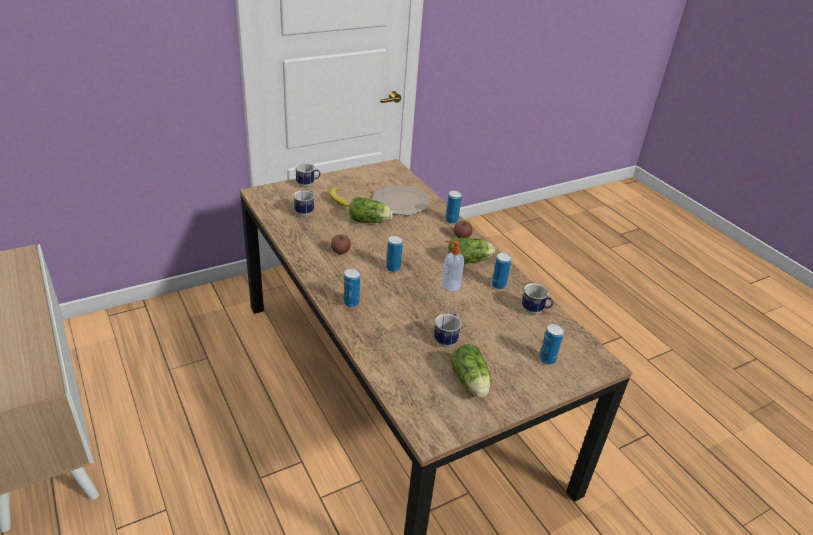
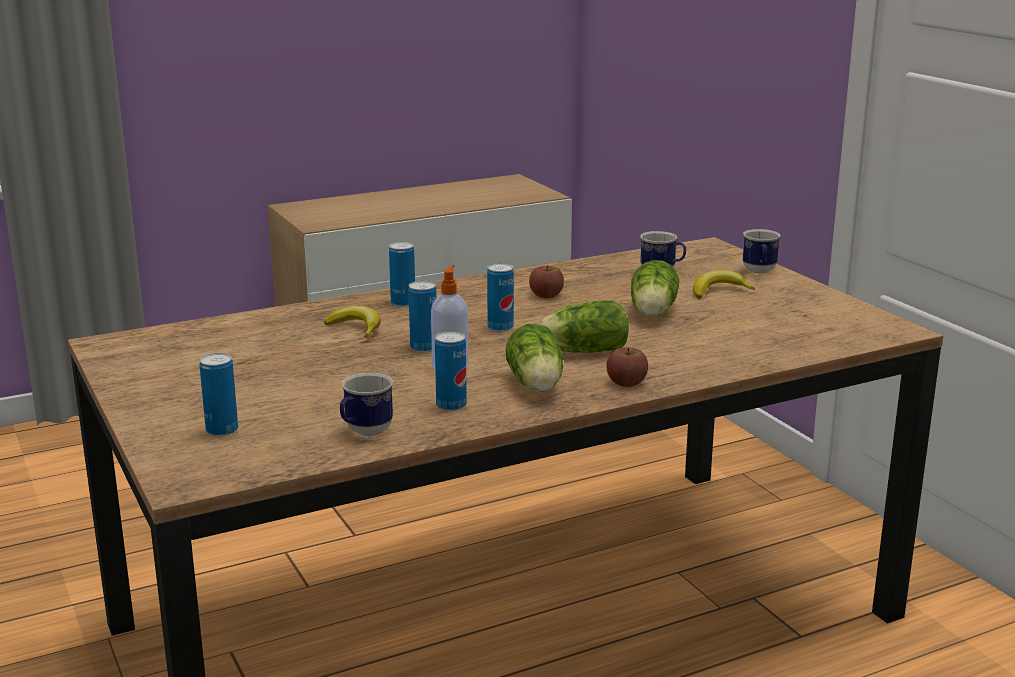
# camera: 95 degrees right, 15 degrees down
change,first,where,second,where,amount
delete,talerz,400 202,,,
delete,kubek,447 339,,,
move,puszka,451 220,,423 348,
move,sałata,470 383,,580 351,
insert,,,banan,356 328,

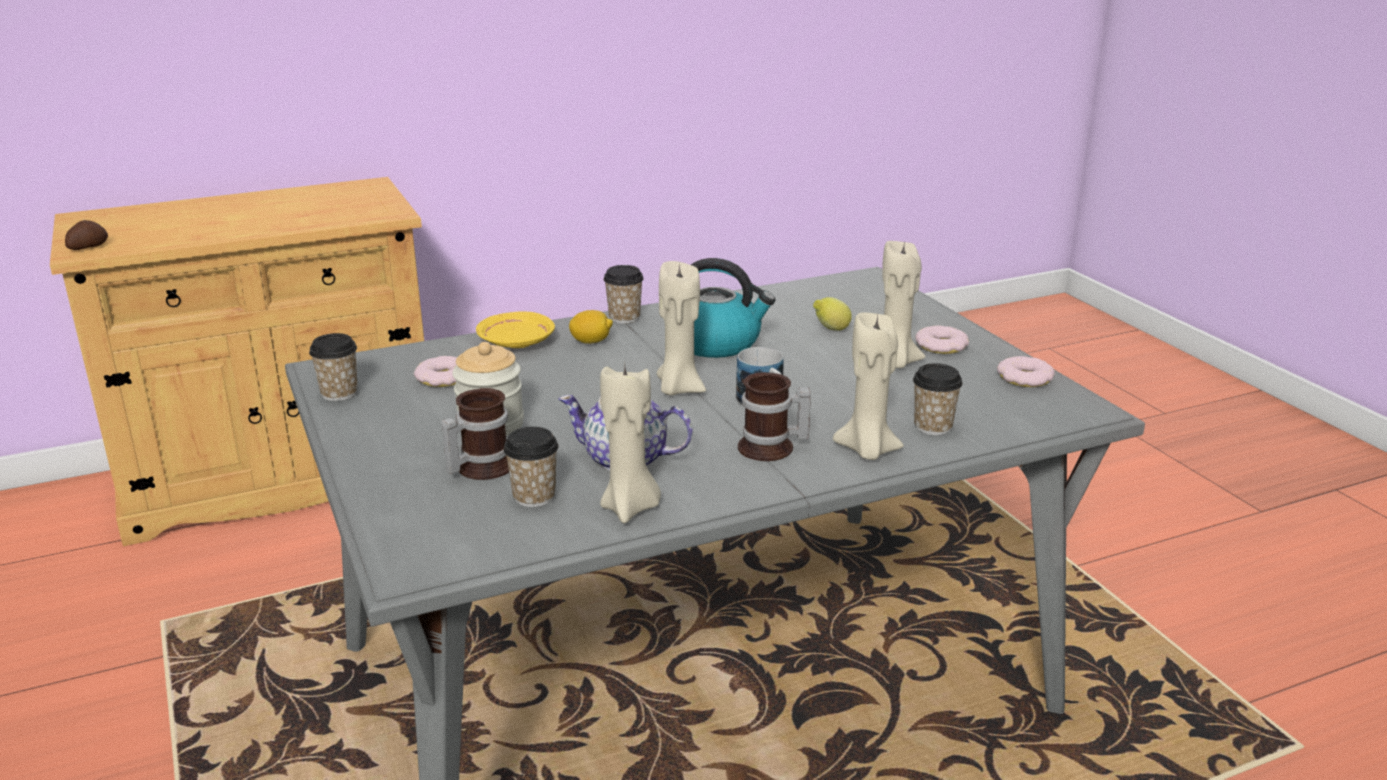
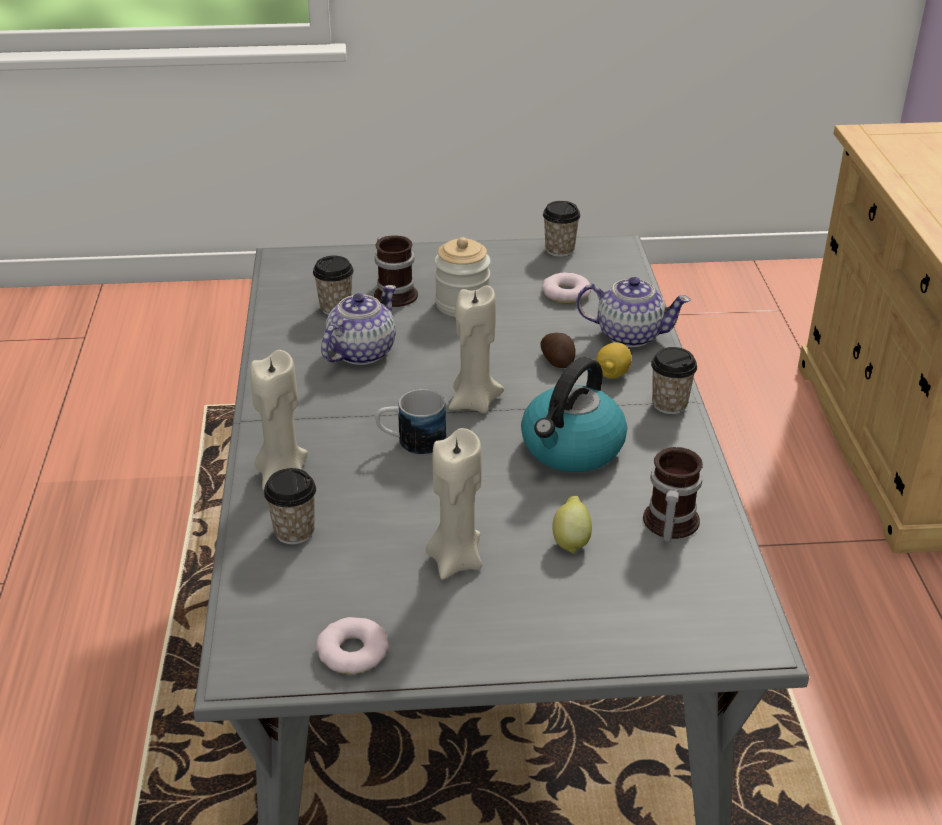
# camera: 110 degrees right, 10 degrees up
change,first,where,second,where,amount
move,ziemniak,87 247,,558 360,
replace,talerz (żółty),516 342,imbryk,629 334,
delete,świeca (beżowy),631 508,,,
move,kubek,771 449,,667 524,
delete,donut,941 345,,,

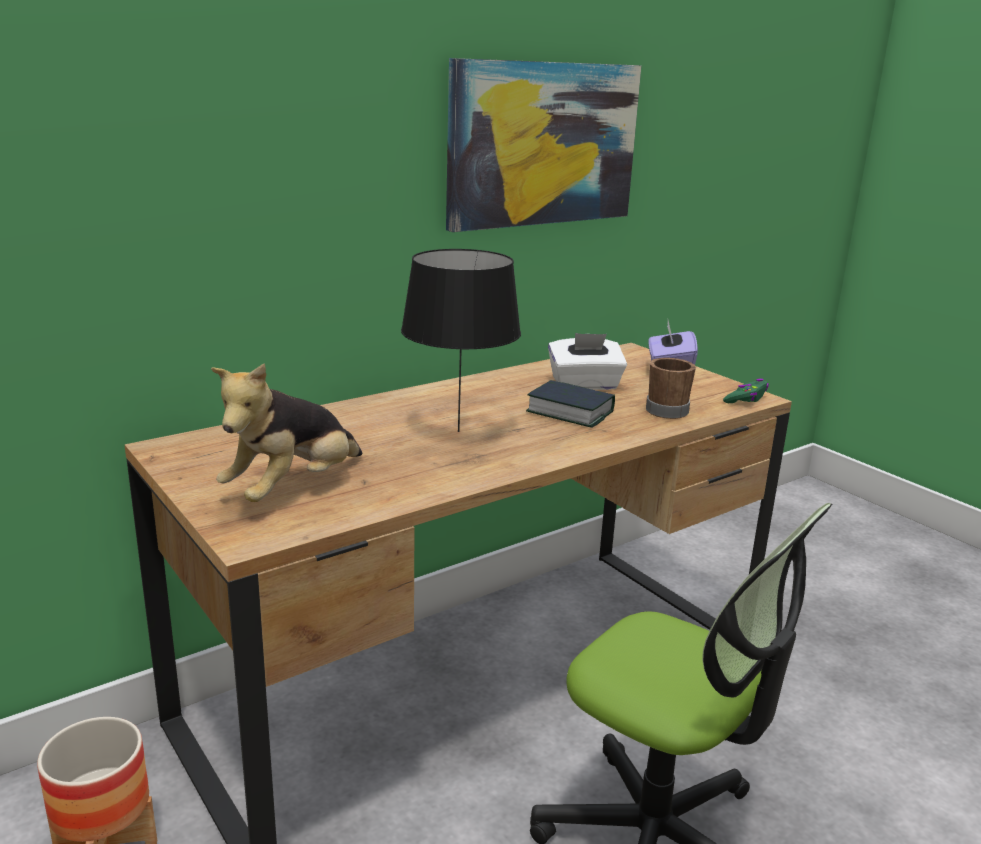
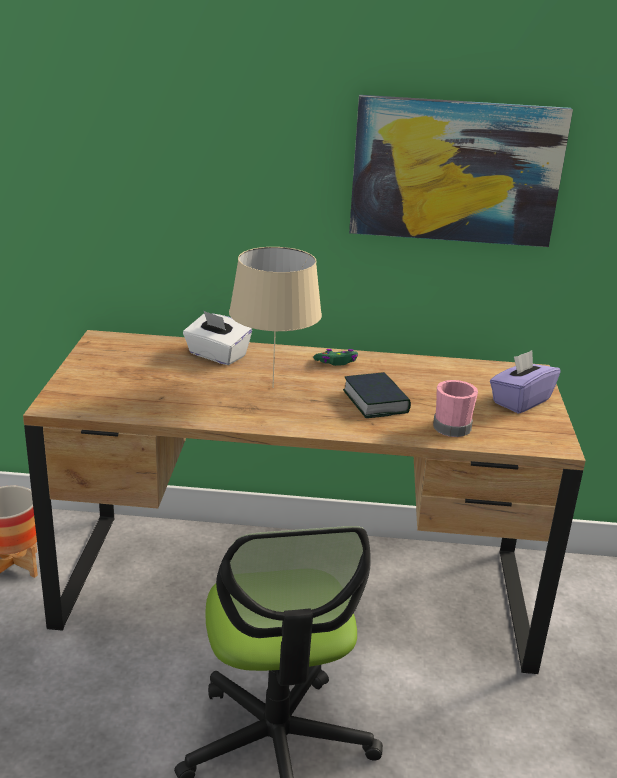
# camera: 40 degrees right, 5 degrees up
change,first,where,second,where,amount
delete,pluszak,293 489,,,
recolor,lampa stołowa (czarny),457 431,lampa stołowa (beżowy),273 387,
move,pudełko chusteczek (biały),585 385,,217 355,
recolor,kubek (brązowy),665 409,kubek (różowy),454 426,
move,pad do gier (zielony),746 399,,337 362,

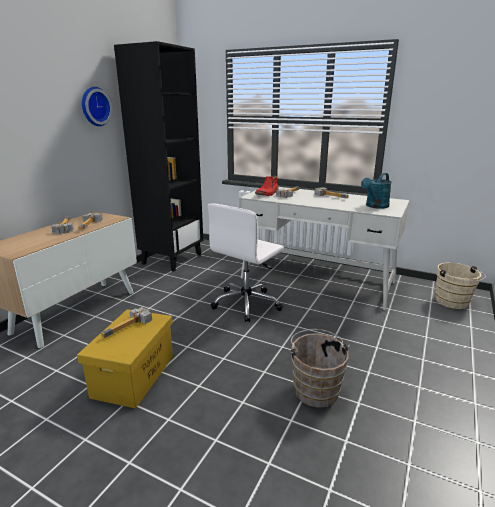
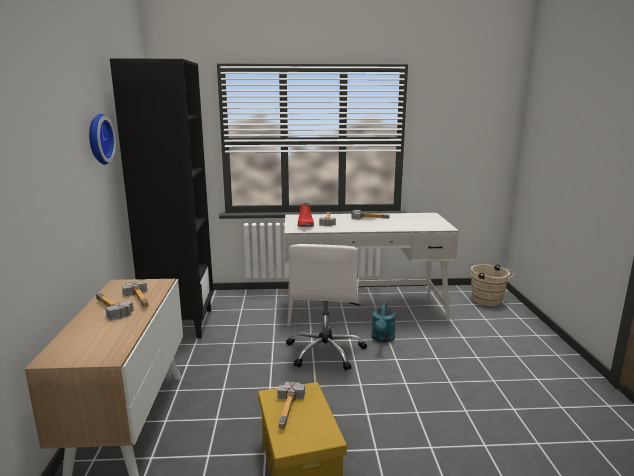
# camera: 30 degrees left, 5 degrees down
change,first,where,second,where,amount
delete,wiadro (brązowy),315 388,,,
move,konewka (turkusowy),375 206,,382 339,

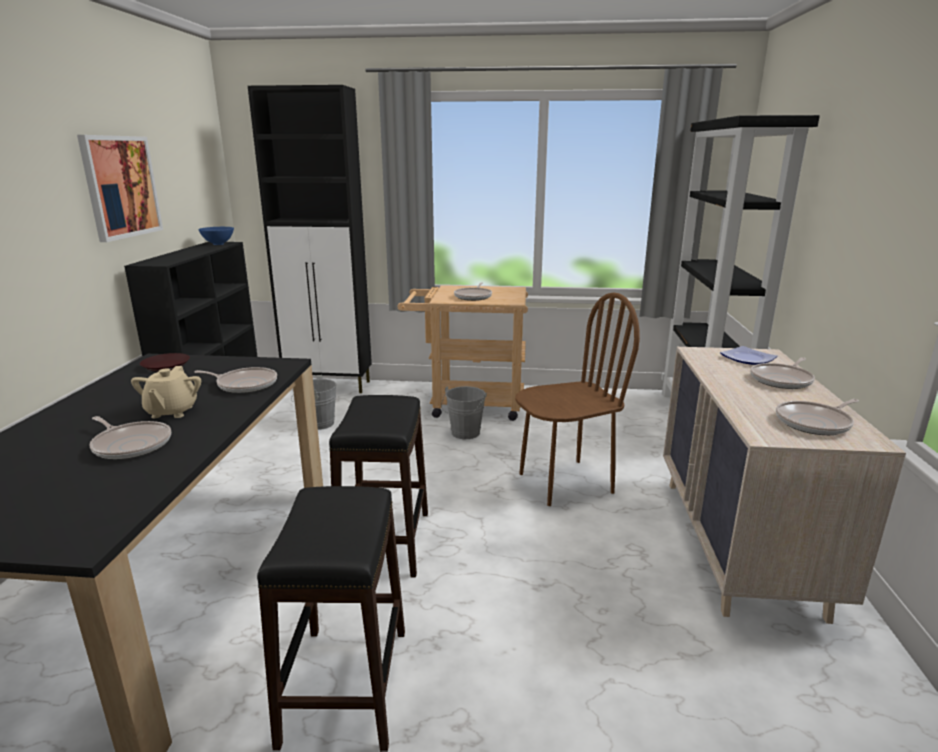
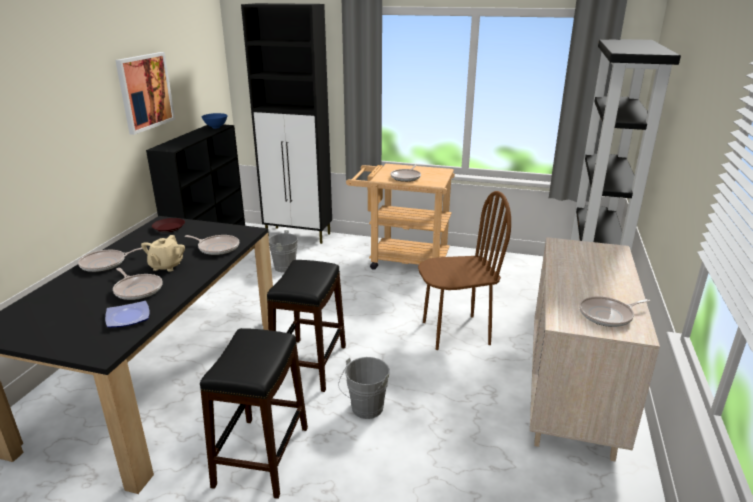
# camera: 10 degrees right, 5 degrees up
change,first,where,second,where,amount
move,wiadro (szary),464 434,,365 410,
move,talerz,746 359,,127 317,
move,patelnia,782 380,,106 263,

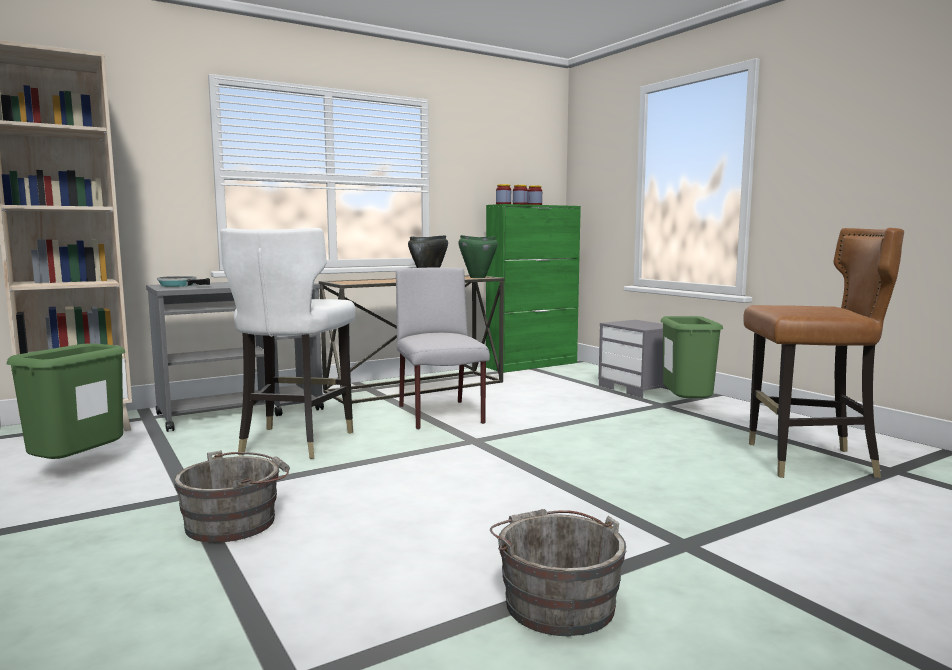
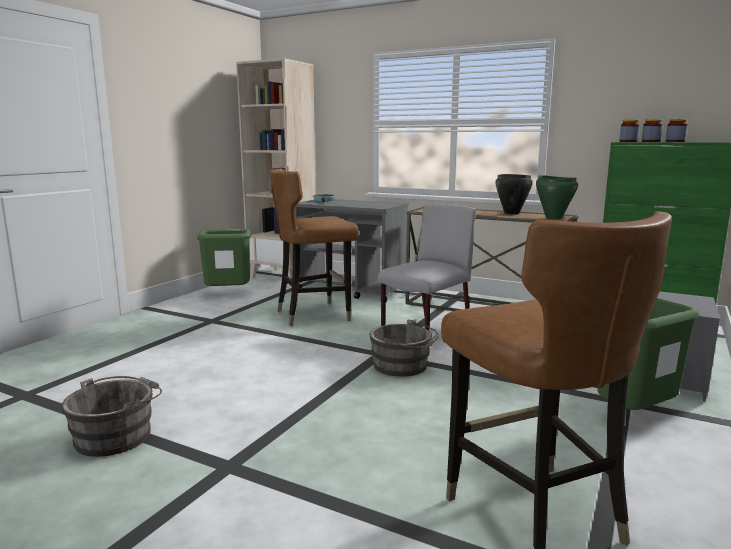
# camera: 60 degrees right, 5 degrees up
change,first,where,second,where,amount
move,wiadro (szary),236 522,,403 366,
recolor,krzesło (biały),294 442,krzesło (brązowy),314 314,

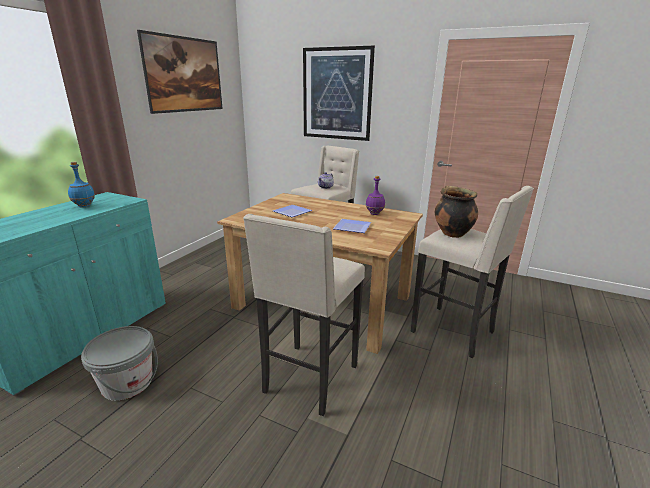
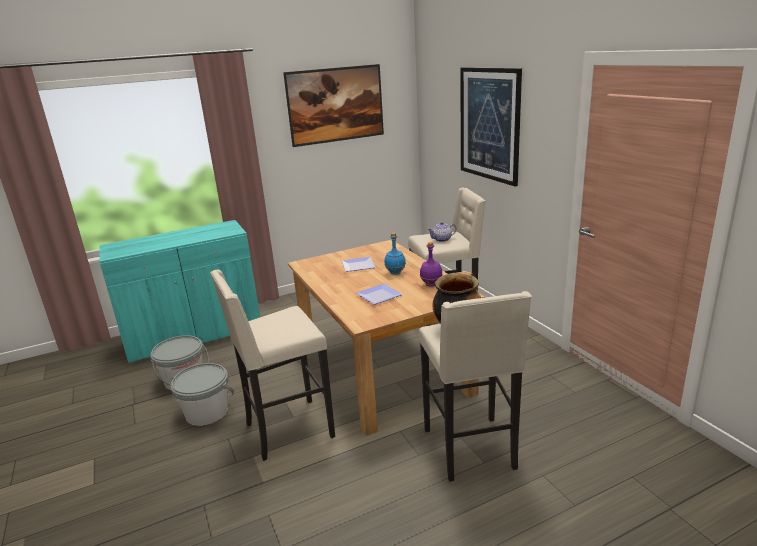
# camera: 40 degrees right, 0 degrees up
change,first,where,second,where,amount
move,butelka (niebieski),85 206,,395 273,
insert,,,wiadro (szary),207 412,

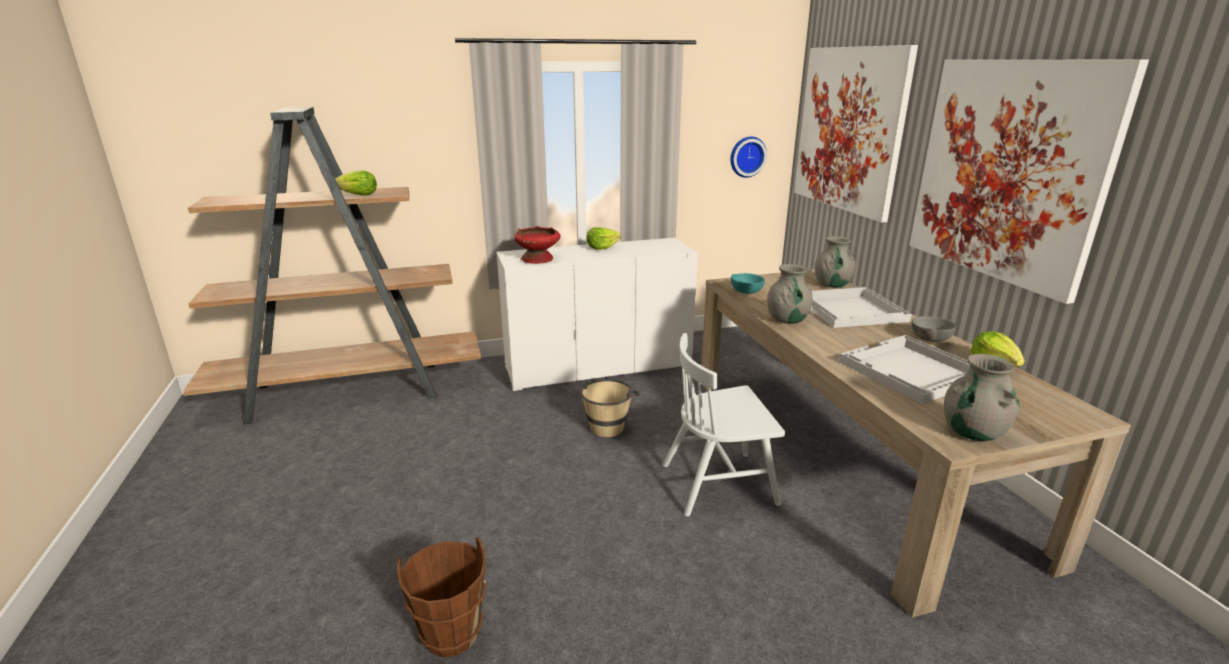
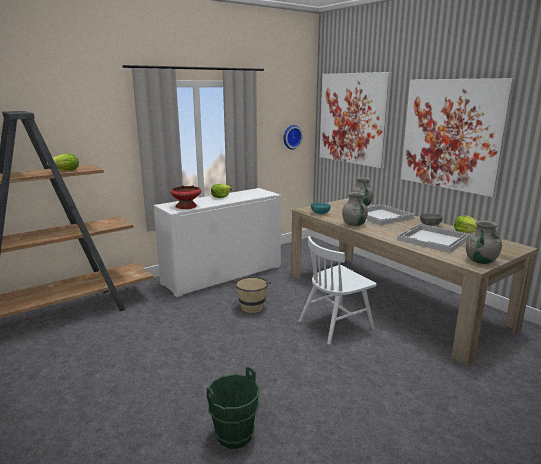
# camera: 20 degrees left, 5 degrees down
change,first,where,second,where,amount
recolor,wiadro (brązowy),452 634,wiadro (zielony),235 435,

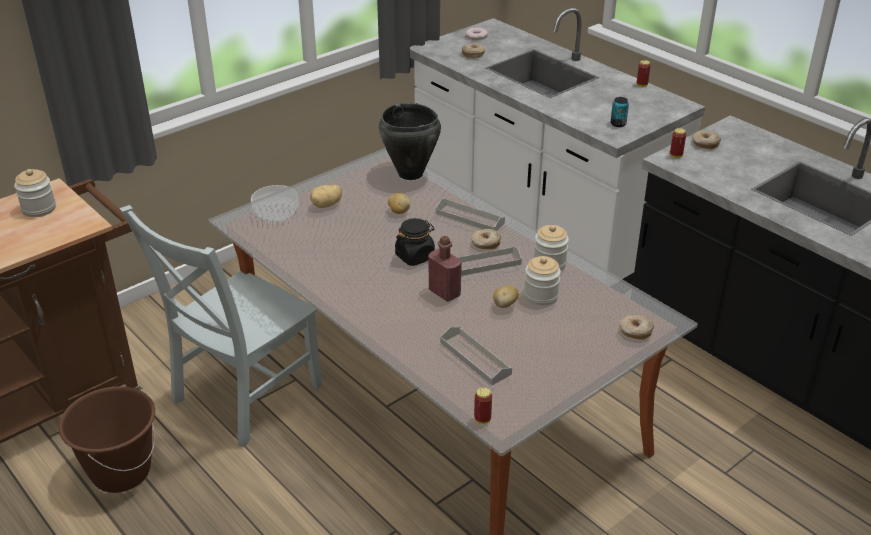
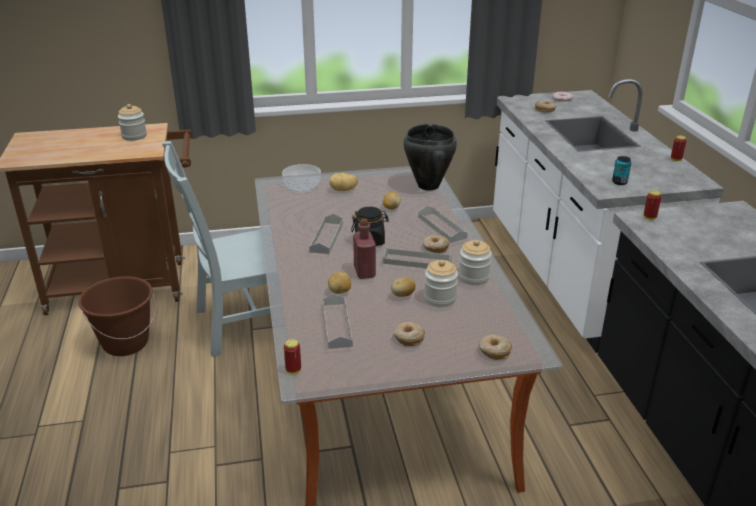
# camera: 30 degrees right, 5 degrees down
change,first,where,second,where,amount
move,donut,705 144,,408 338,
insert,,,taca (szary),326 237,
insert,,,ziemniak,340 291,

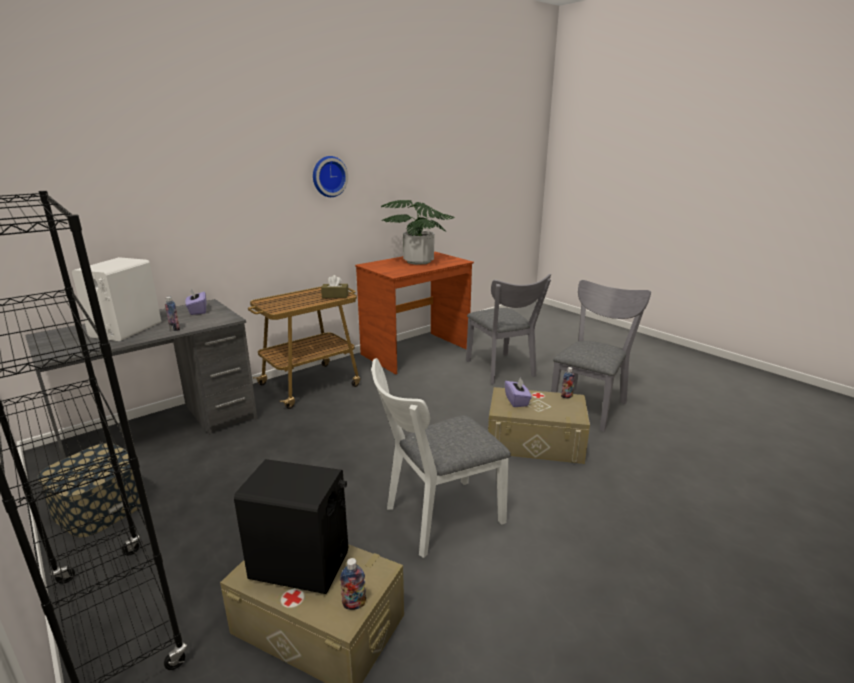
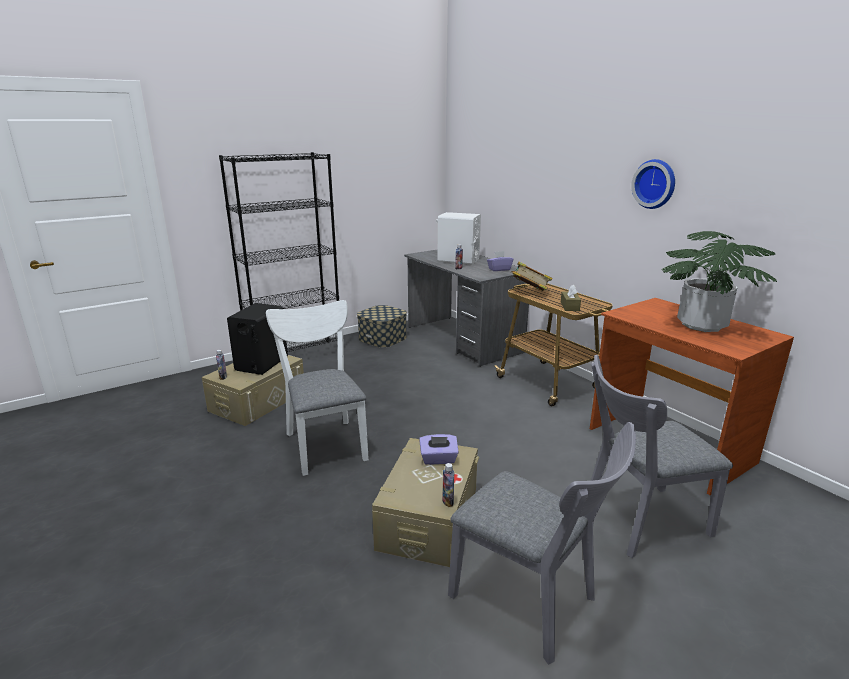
# camera: 95 degrees right, 0 degrees up
change,first,where,second,where,amount
insert,,,książka,529 292,

